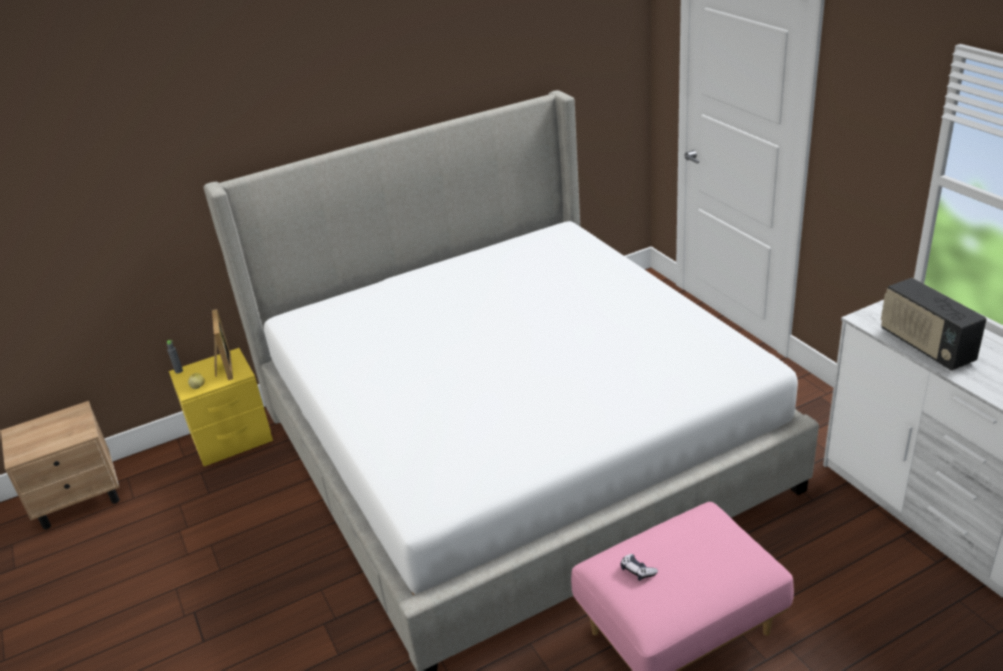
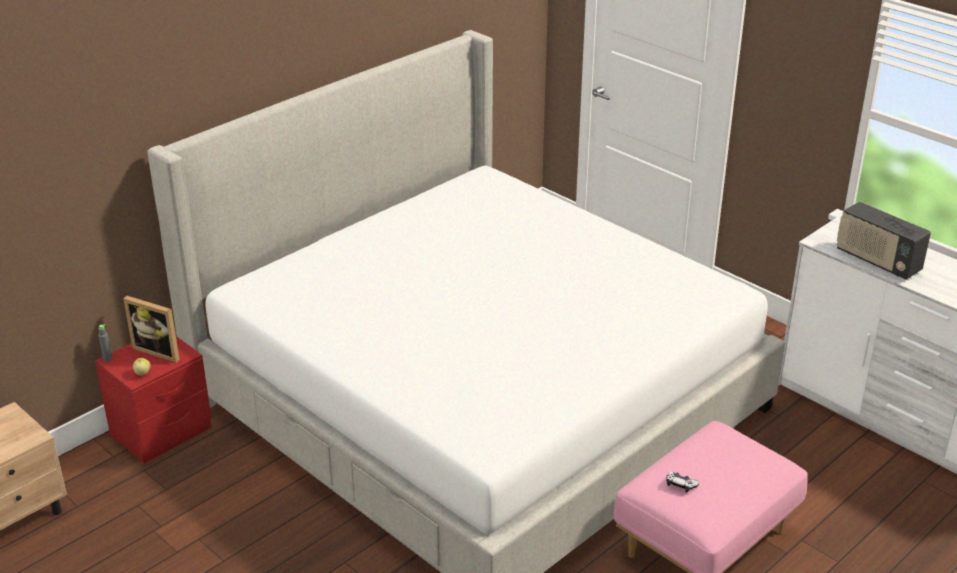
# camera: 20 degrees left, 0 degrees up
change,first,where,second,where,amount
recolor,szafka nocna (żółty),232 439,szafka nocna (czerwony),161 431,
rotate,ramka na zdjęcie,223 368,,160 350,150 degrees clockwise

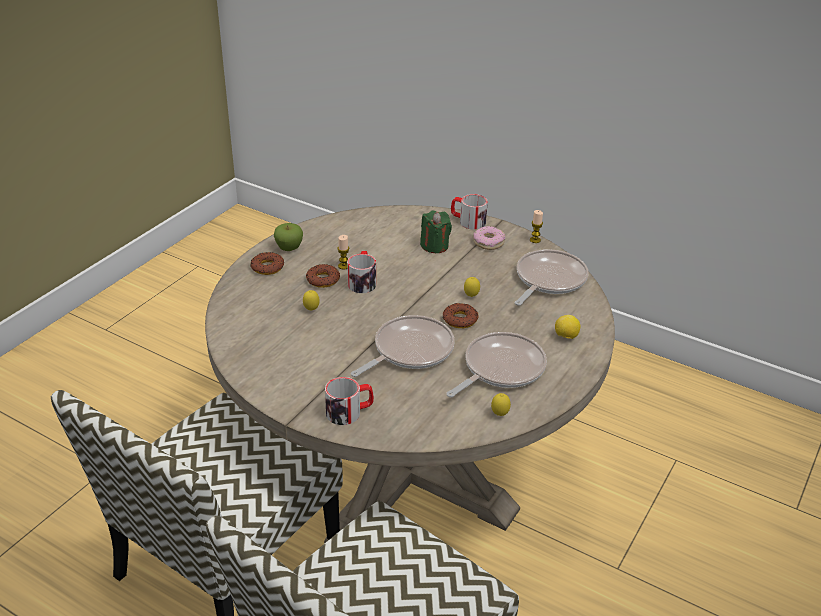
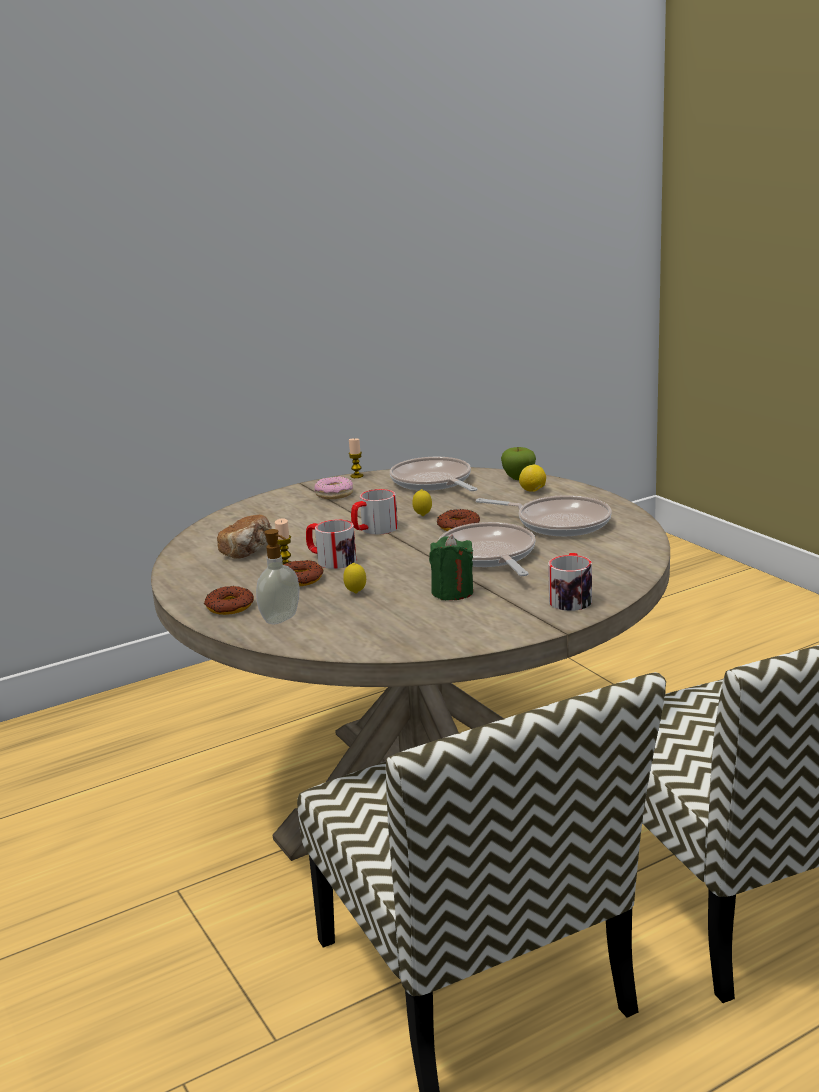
# camera: 60 degrees left, 15 degrees down
change,first,where,second,where,amount
move,jabłko,289 248,,518 478,
move,świeca (zielony),434 246,,452 592,
rotate,patelnia,500 368,,558 523,135 degrees clockwise
move,kubek,467 221,,374 530,
delete,cytryna,499 415,,,
insert,,,chleb,248 550,
insert,,,dozownik mydła,282 619,

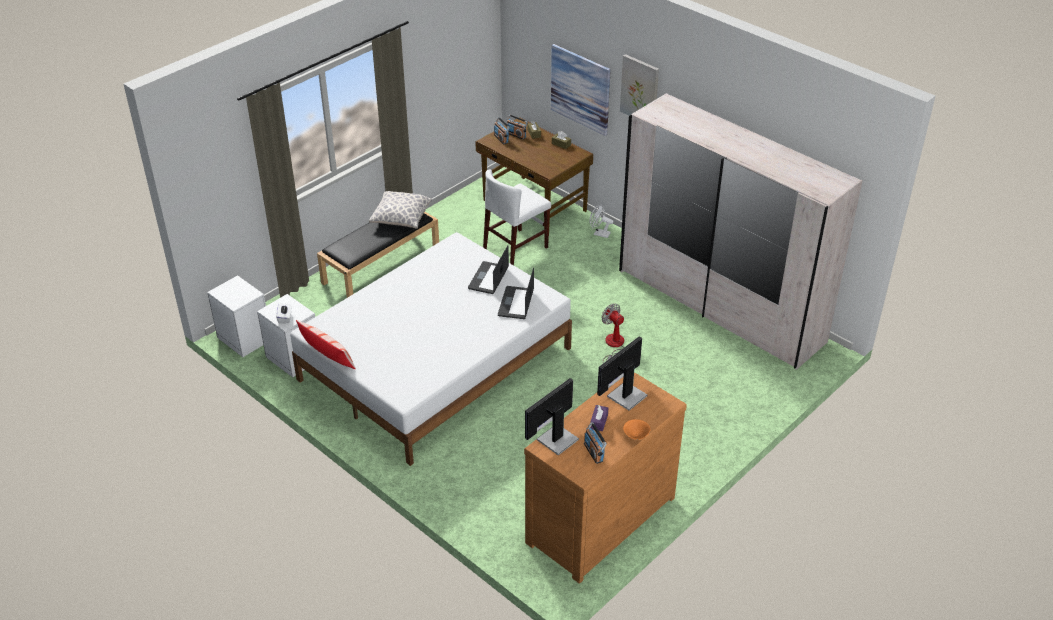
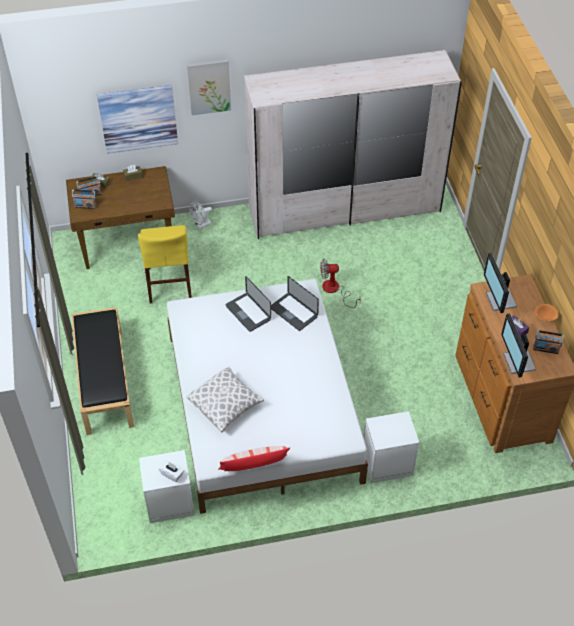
# camera: 55 degrees left, 10 degrees up
change,first,where,second,where,amount
move,szafka nocna (biały),244 338,,386 463,
move,poduszka,401 218,,225 405,
recolor,krzesło (biały),515 248,krzesło (żółty),169 283,

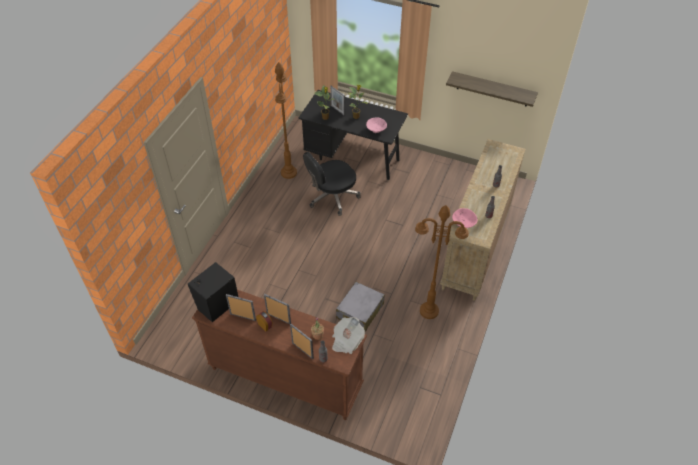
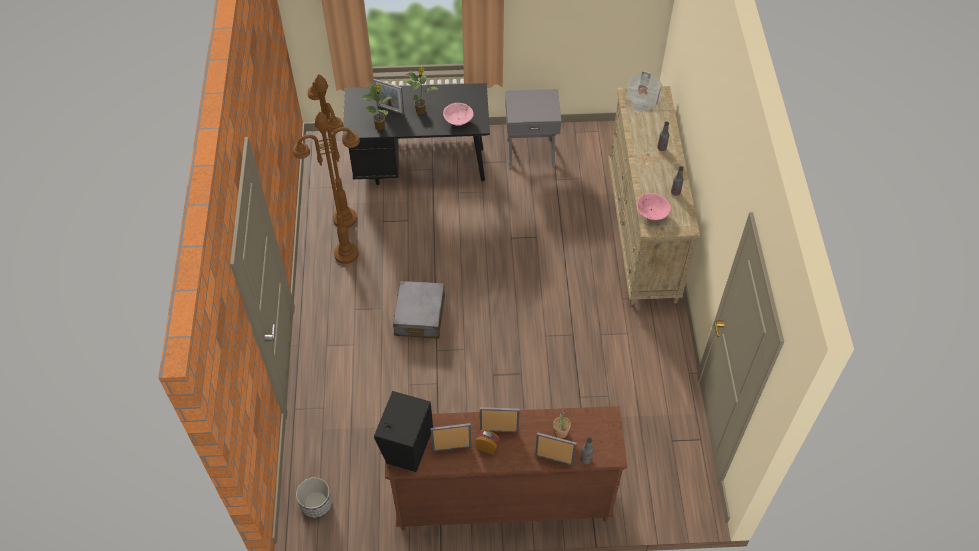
# camera: 25 degrees left, 5 degrees up
change,first,where,second,where,amount
delete,krzesło biurowe (czarny),332 197,,,
move,gazeta,346 340,,642 100,
move,walizka (szary),360 311,,420 316,
move,lampa stojąca (brązowy),429 311,,346 253,
delete,półka,492 89,,,
insert,,,donica,316 504,
insert,,,szafka nocna (szary),530 151,

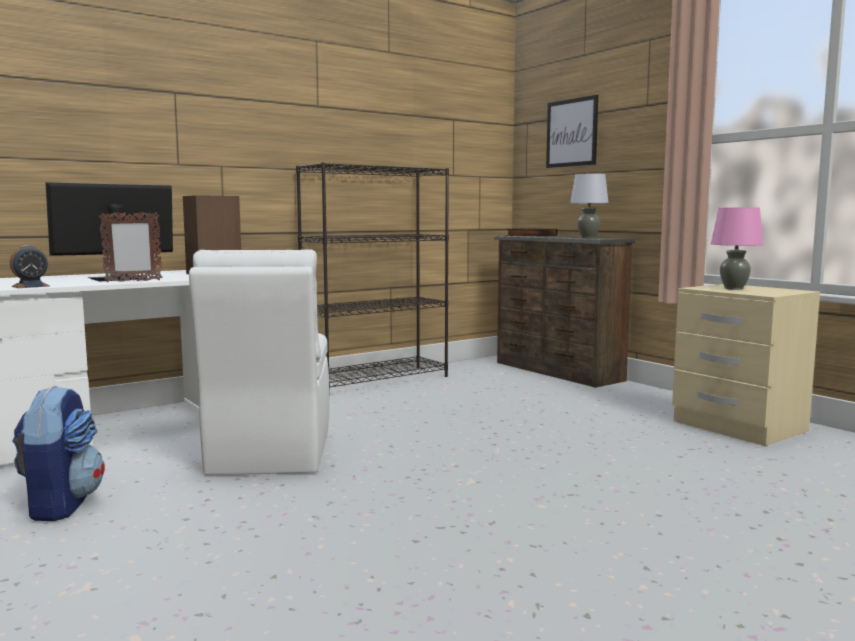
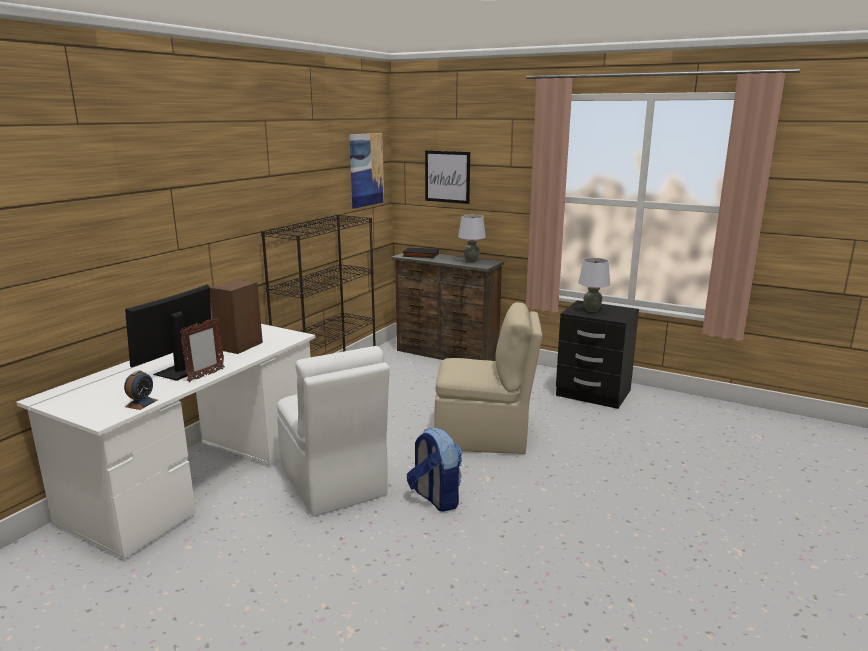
# camera: 25 degrees left, 10 degrees up
change,first,where,second,where,amount
move,plecak,61 505,,435 498,
recolor,szafka nocna (beżowy),738 427,szafka nocna (czarny),593 393,
recolor,lampa stołowa (różowy),733 288,lampa stołowa (szary),591 310,
insert,,,obraz,366 170,
insert,,,krzesło (beżowy),484 436,

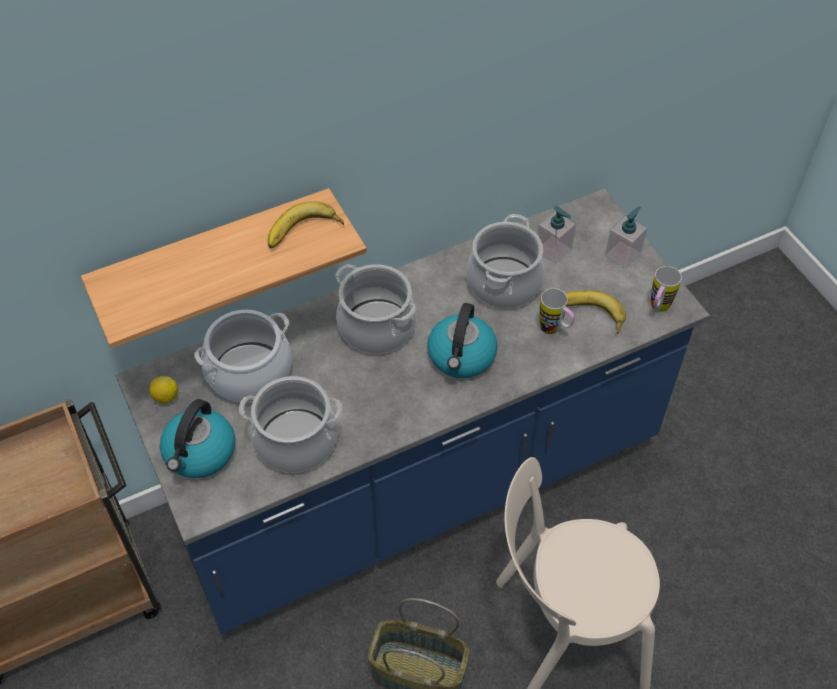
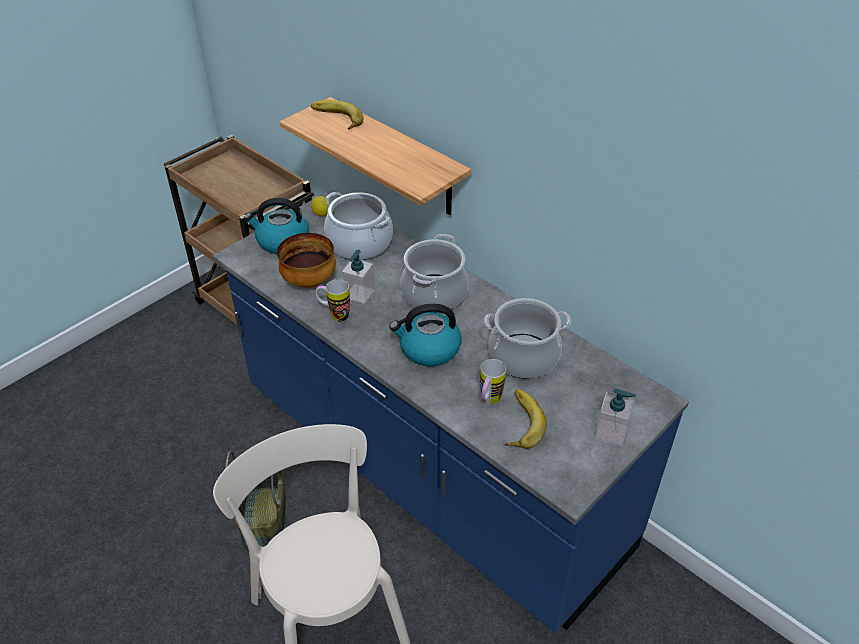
# camera: 70 degrees right, 10 degrees down
change,first,where,second,where,amount
replace,garnek,296 440,miska,310 281,
move,banan,304 233,,335 119,
move,dozownik mydła,553 250,,359 293,
move,kubek,657 309,,334 315,

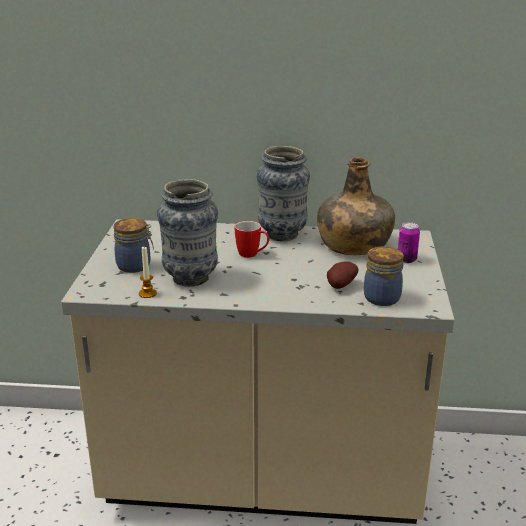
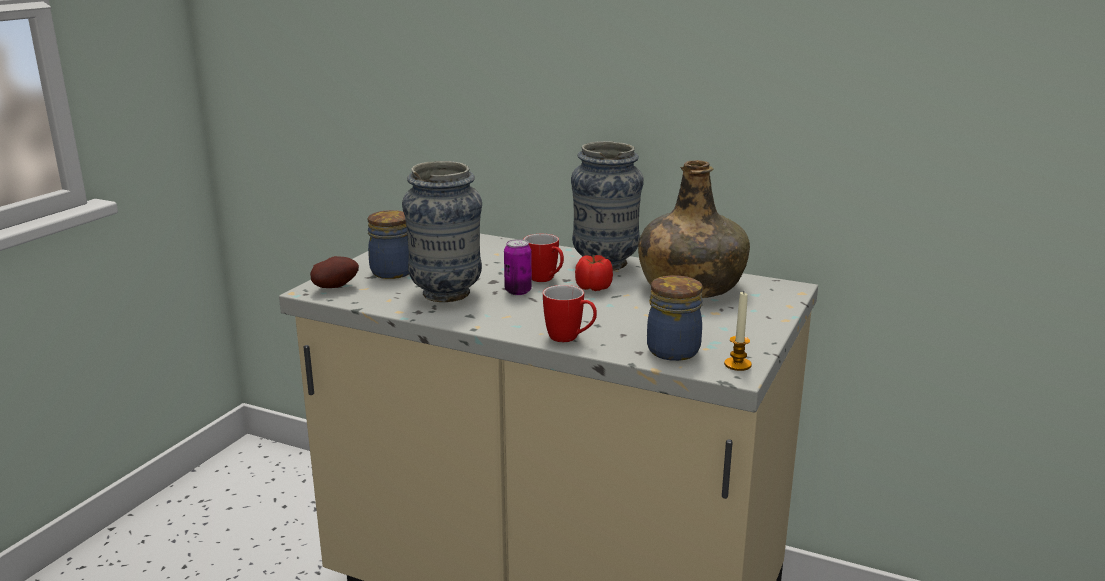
# camera: 20 degrees right, 5 degrees down
change,first,where,second,where,amount
move,świeca,147 293,,737 365,
move,ziemniak,339 286,,335 287,
move,puszka,406 259,,518 291,
insert,,,kubek,570 339,
insert,,,pomidor,594 288,

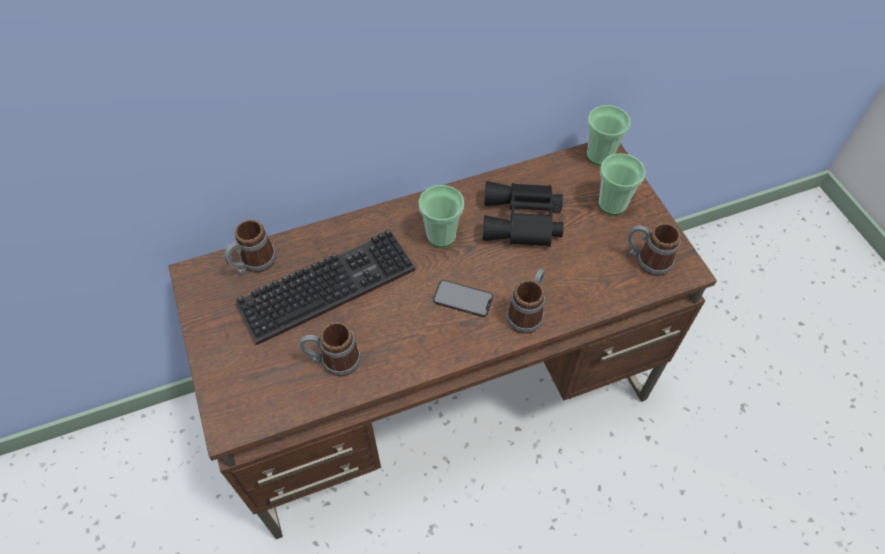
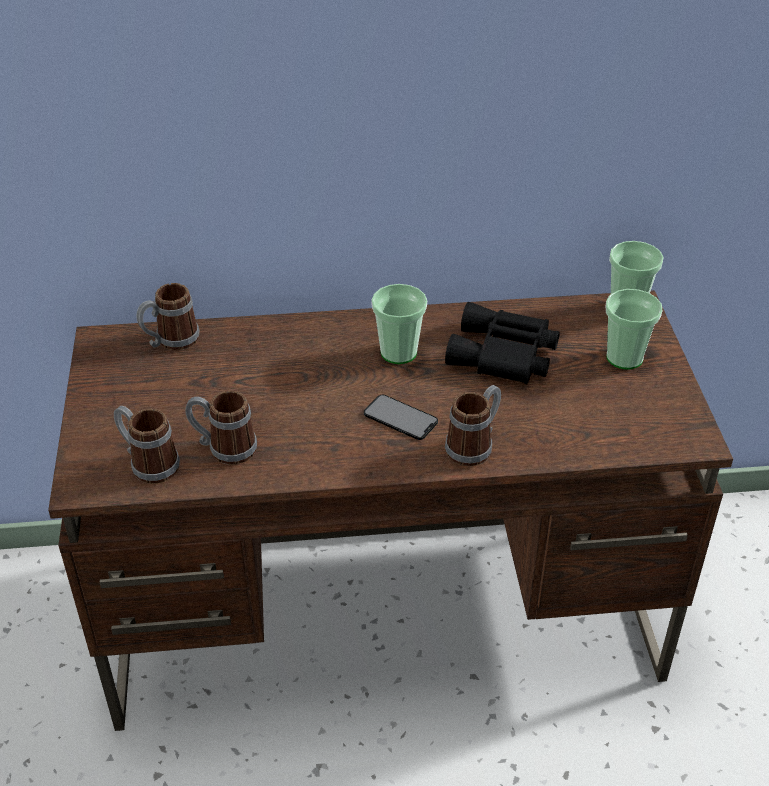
# camera: 15 degrees right, 15 degrees down
change,first,where,second,where,amount
delete,klawiatura,328 283,,,
move,kubek,646 260,,148 463,

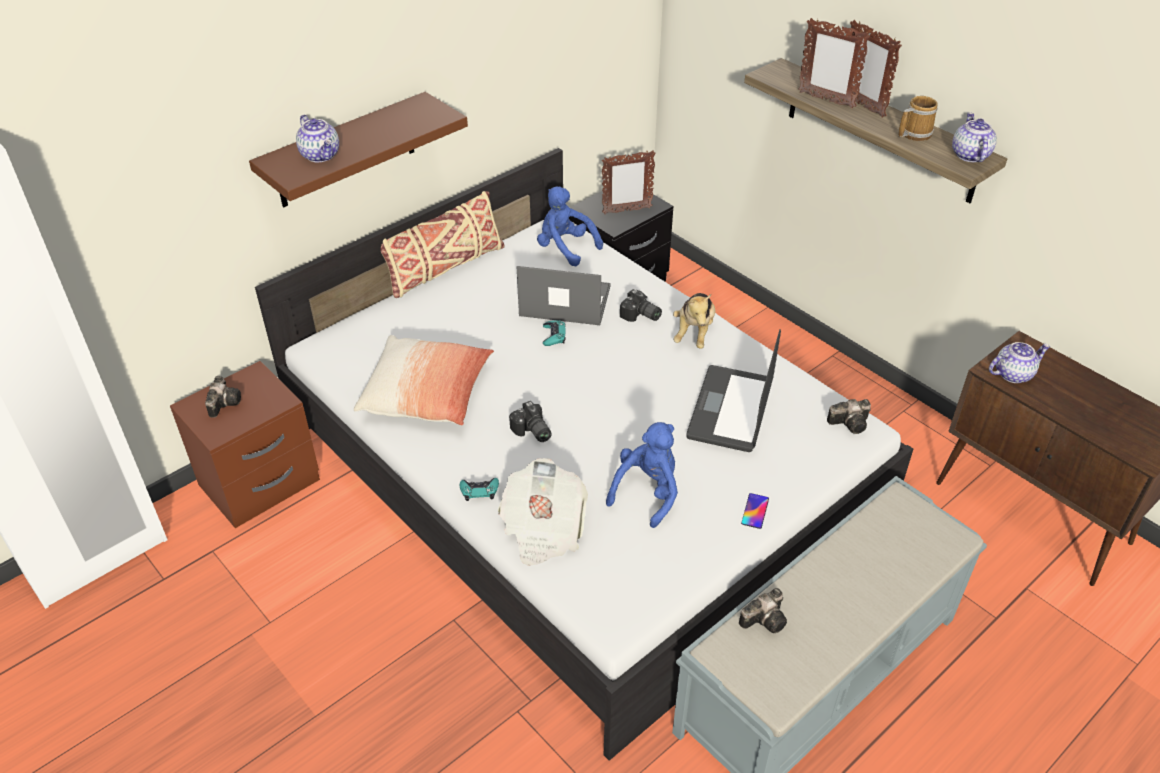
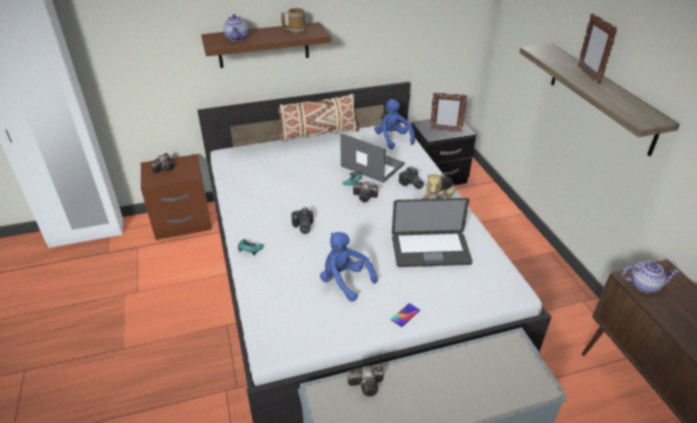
# camera: 25 degrees right, 5 degrees down
change,first,where,second,where,amount
delete,poduszka,427 394,,,
delete,gazeta,543 529,,,
rotate,pluszak (niebieski),647 492,,344 281,105 degrees counterclockwise
rotate,laptop,730 410,,430 251,135 degrees counterclockwise
delete,ramka na zdjęcie,826 100,,,
move,aparat fotograficzny,851 423,,365 197,
move,kubek,913 133,,295 30,
delete,imbryk,969 155,,,

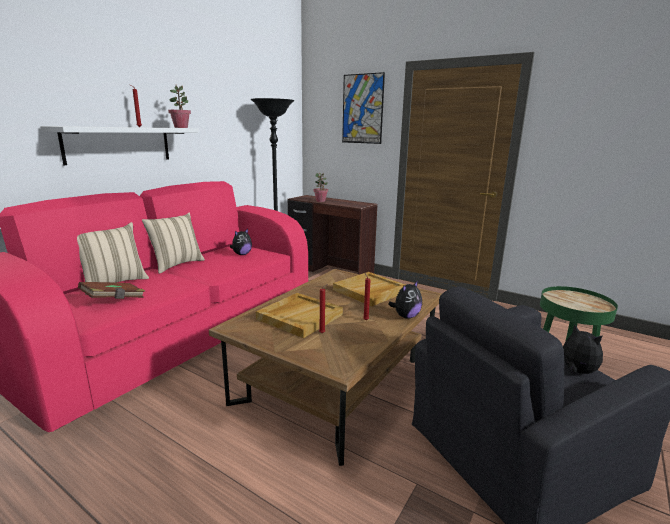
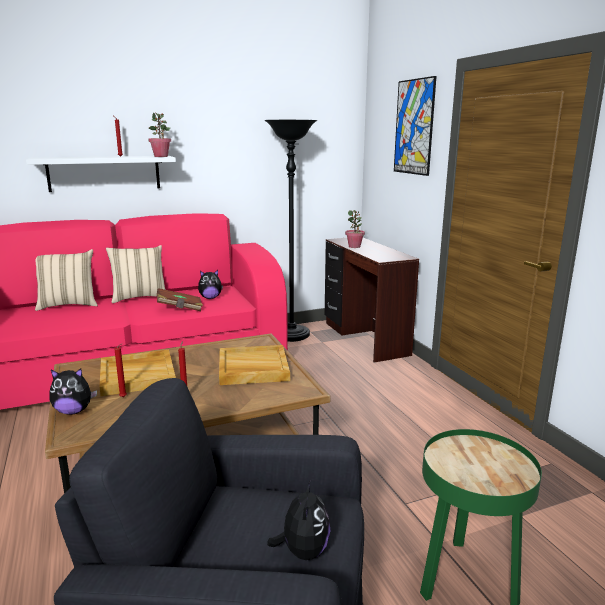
# camera: 35 degrees right, 0 degrees up
change,first,where,second,where,amount
move,książka (brązowy),114 300,,180 309,
move,pluszak,406 316,,74 411,

